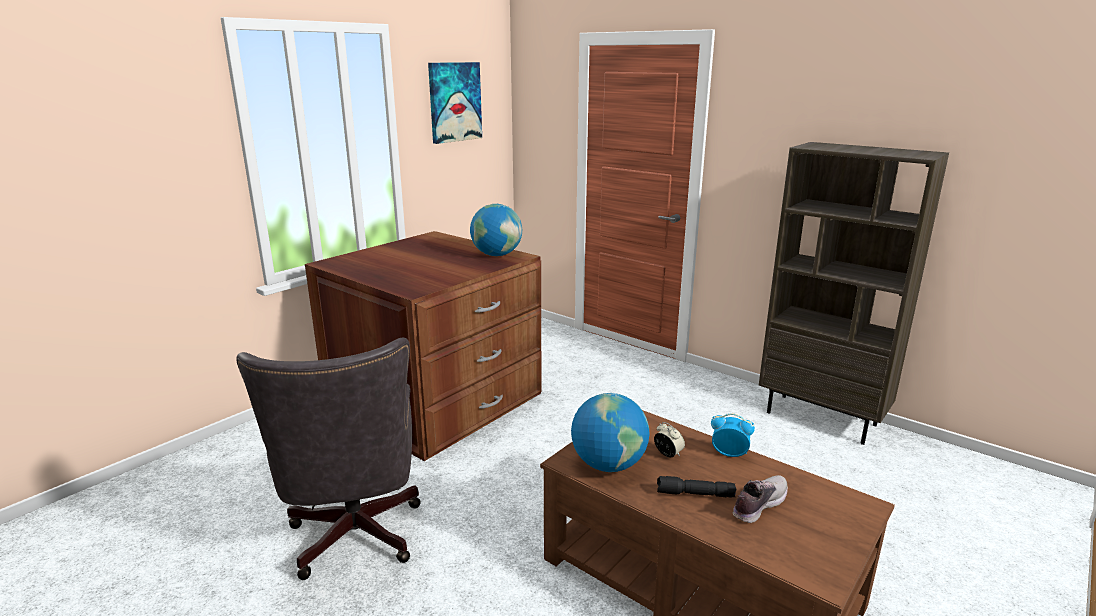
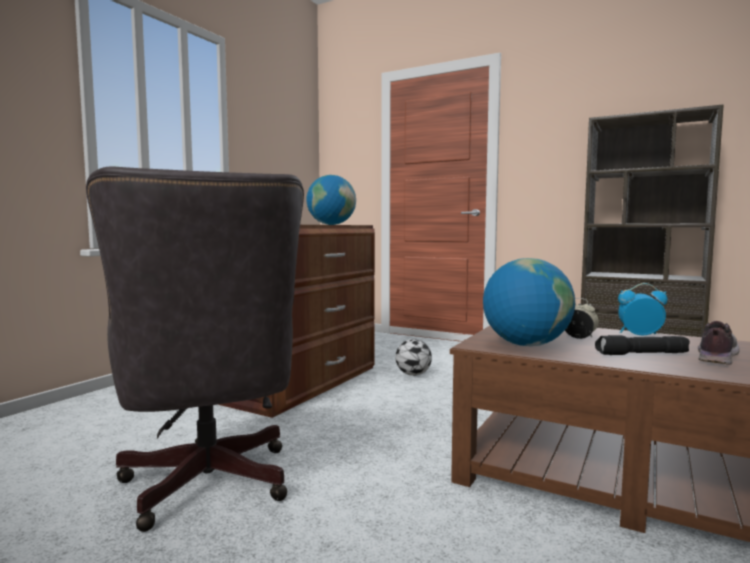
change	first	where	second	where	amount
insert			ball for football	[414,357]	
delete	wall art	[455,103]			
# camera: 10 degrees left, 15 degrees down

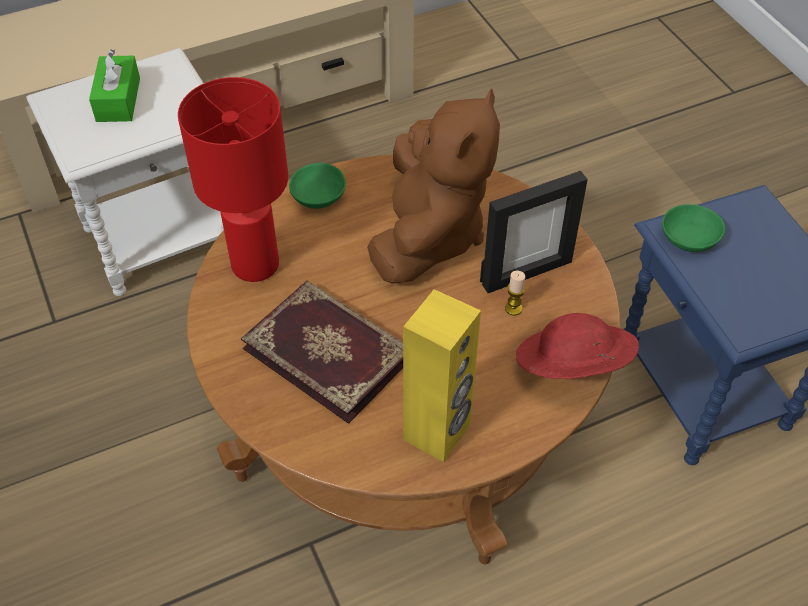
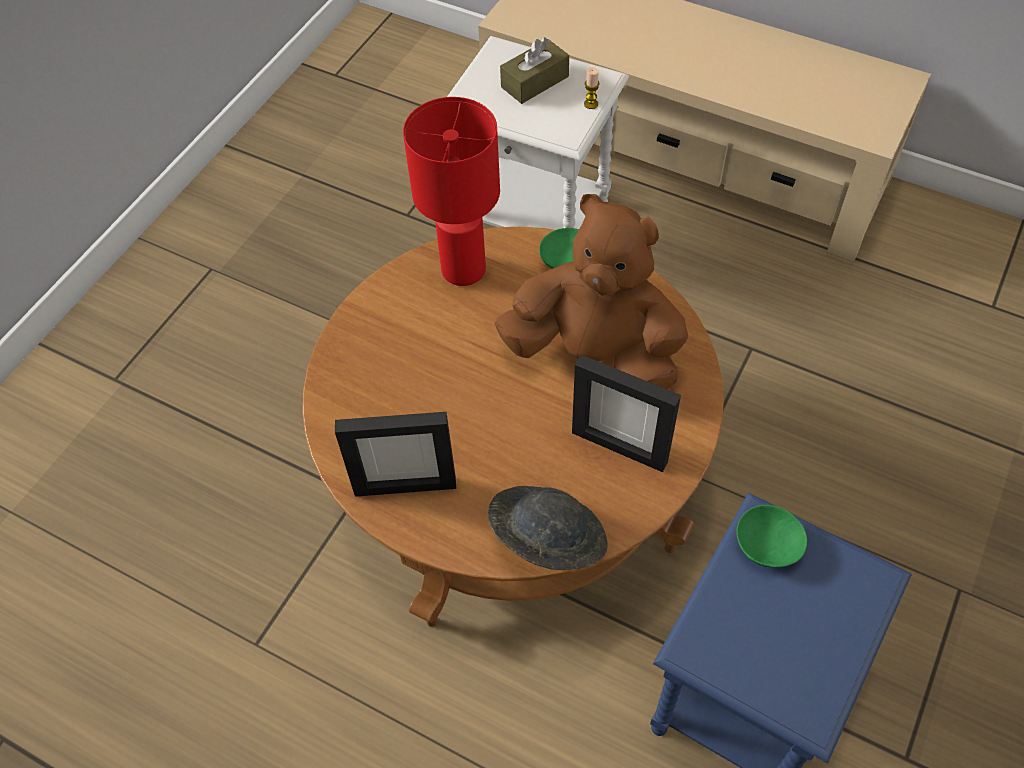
change	first	where	second	where	amount
replace	yellowish speaker	[442,375]	picture frame	[395,454]	
recolor	reddish wearable hat	[577,346]	greyish wearable hat	[548,528]	
rotate	brown-coloured cuddly toy	[433,186]		[591,292]	135 degrees counterclockwise
recolor	greenish box of tissues	[114,85]	brown-coloured box of tissues	[534,70]	
move	wax candle	[515,293]		[592,88]	
delete	bound book	[322,352]			
# camera: 55 degrees right, 5 degrees up

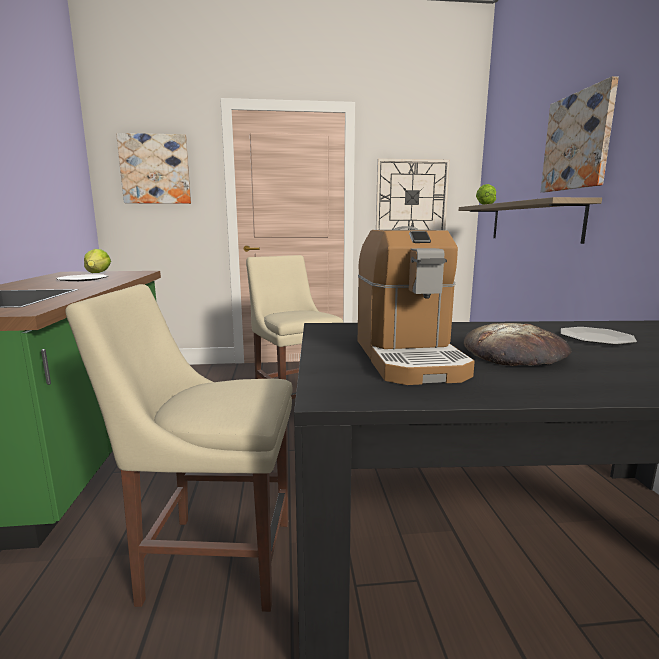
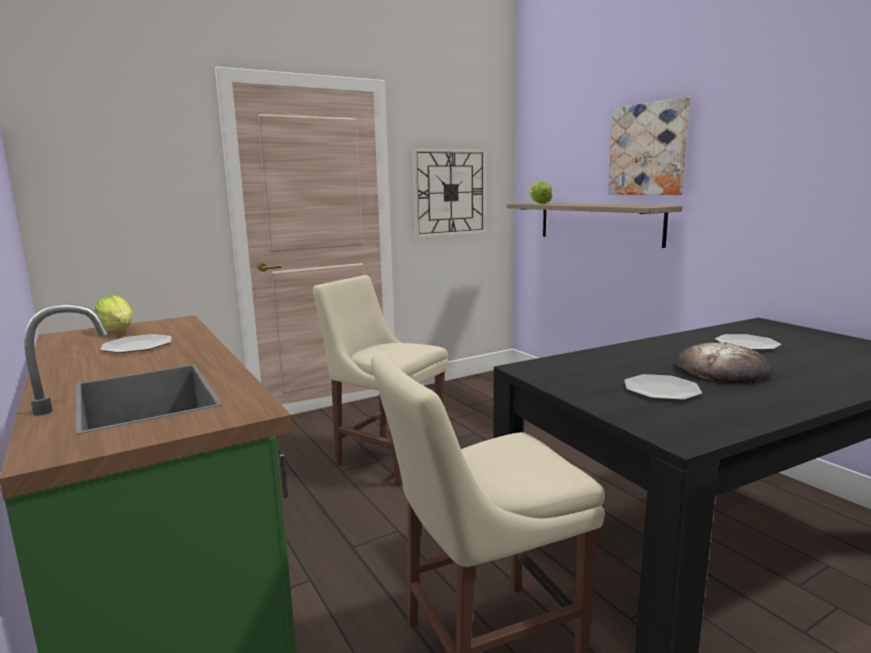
change	first	where	second	where	amount
replace	coffee brewer	[416,305]	dinner plate	[663,387]	
delete	wall art	[153,168]			
# camera: 25 degrees left, 0 degrees up

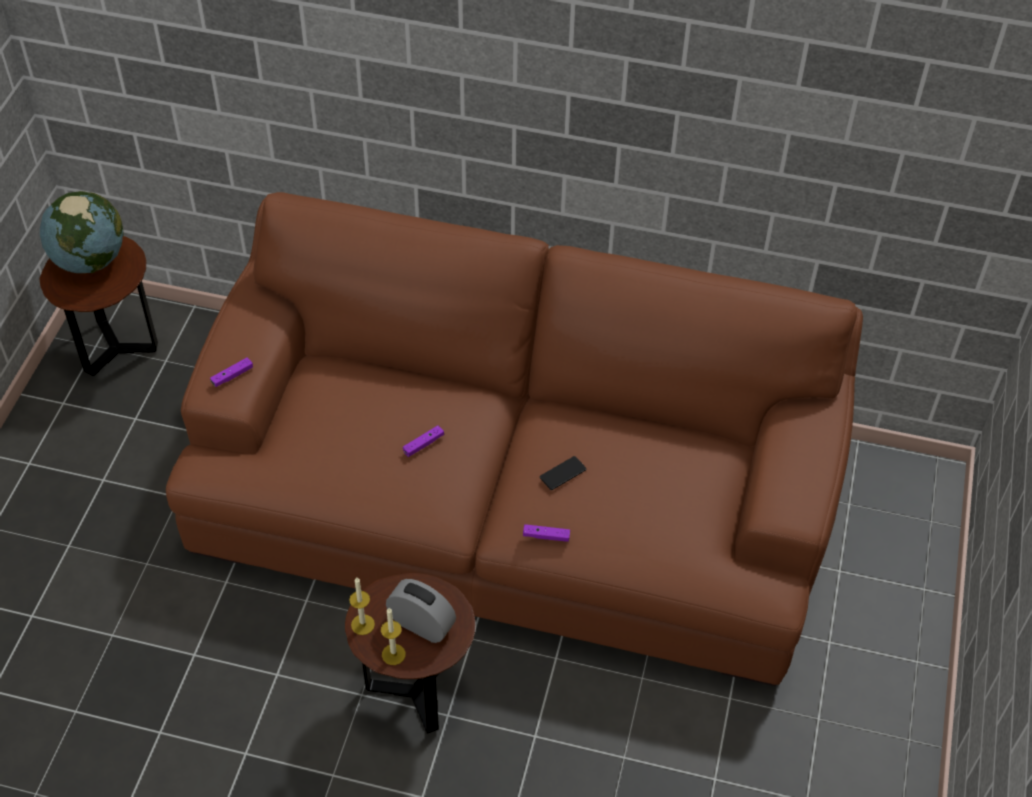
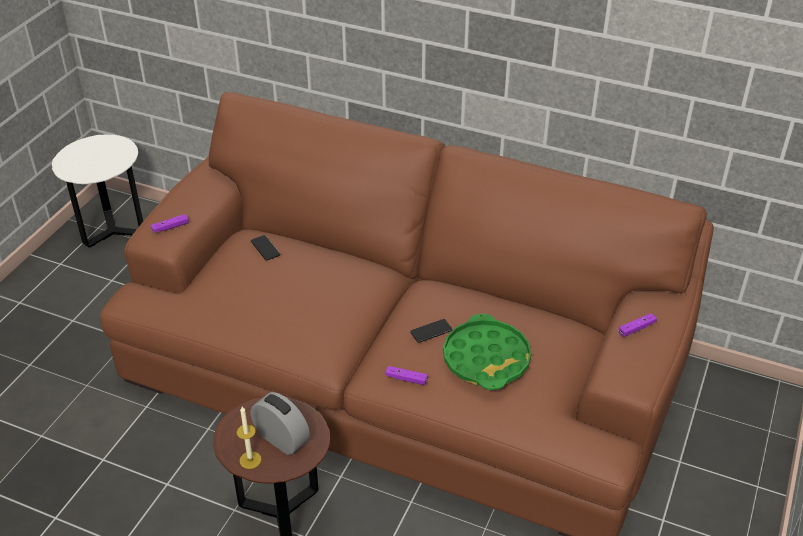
change	first	where	second	where	amount
recolor	brown-coloured side table	[98,306]	white side table	[97,191]	
insert			phone	[266,248]	
insert			greenish serving tray	[487,352]	
move	purplish joypad	[423,441]		[638,325]	
delete	world globe	[81,232]			
delete	wax candle	[362,606]			
# camera: 10 degrees right, 10 degrees down

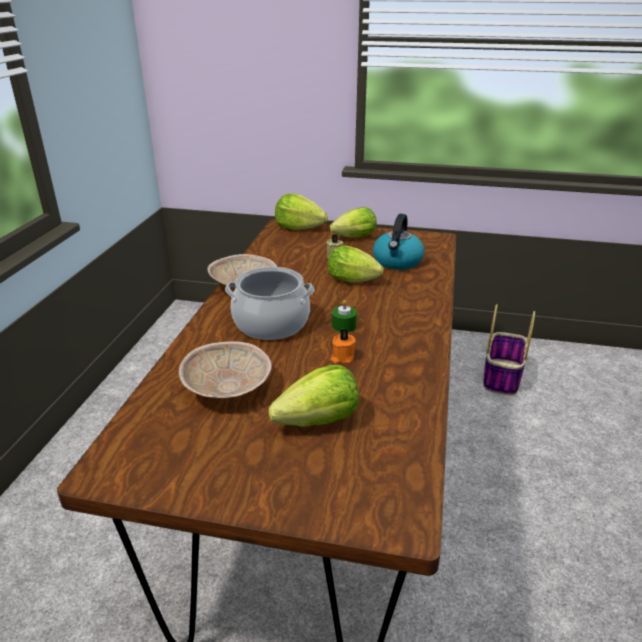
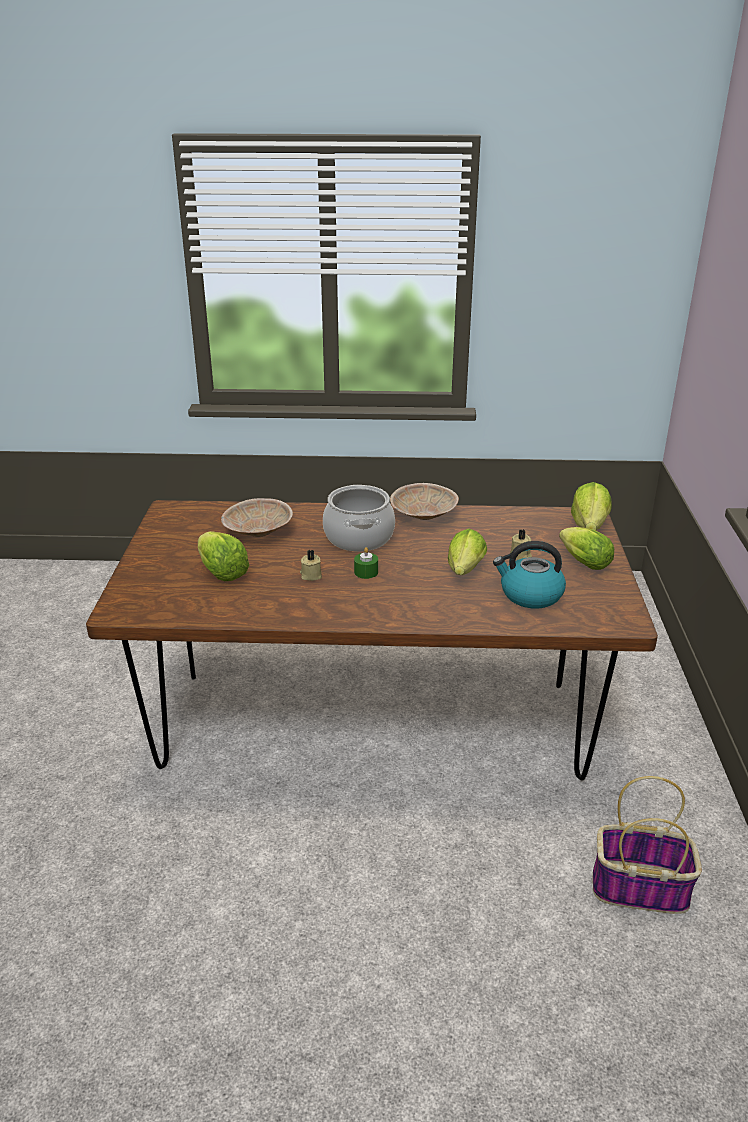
change	first	where	second	where	amount
recolor	orange wax candle	[343,346]	beige-coloured wax candle	[311,565]	
# camera: 80 degrees right, 0 degrees up

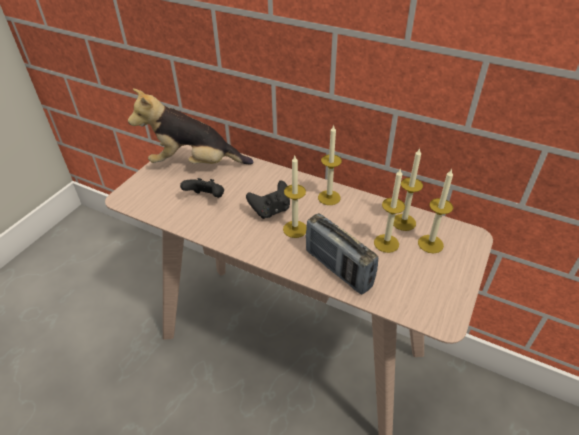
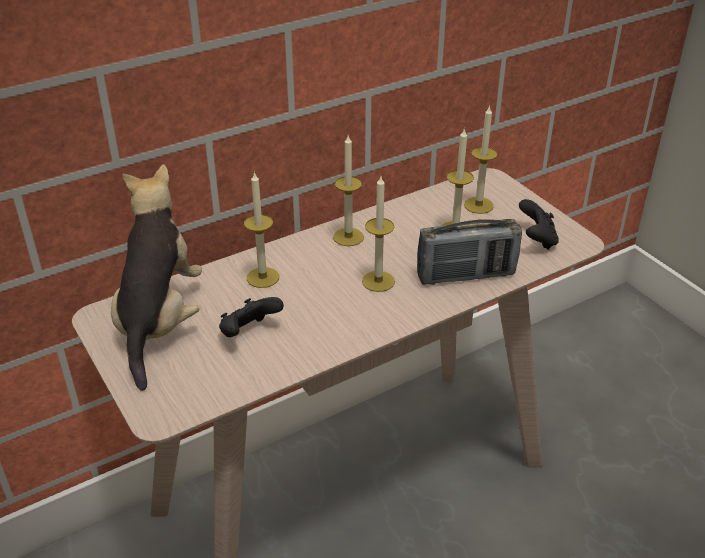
change	first	where	second	where	amount
rotate	cuddly toy	[190,126]		[156,277]	150 degrees clockwise
move	wax candle	[408,189]		[261,229]	
move	black-coloured joypad	[268,200]		[539,224]	
# camera: 60 degrees left, 5 degrees down

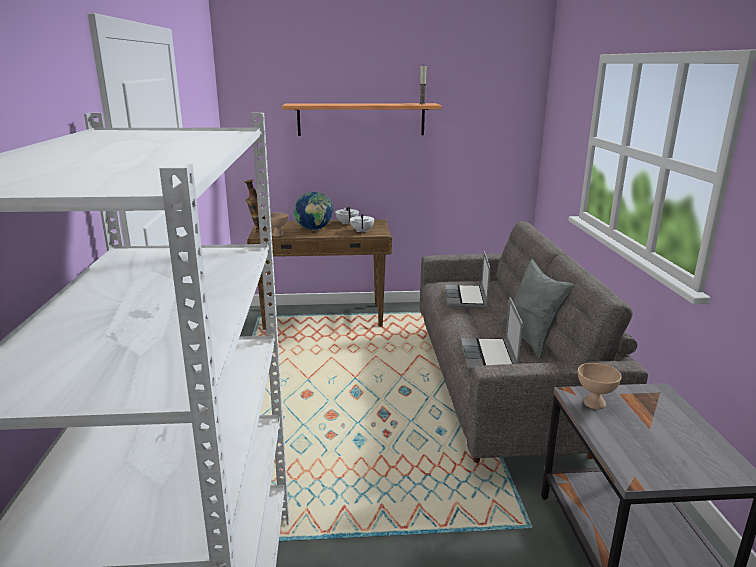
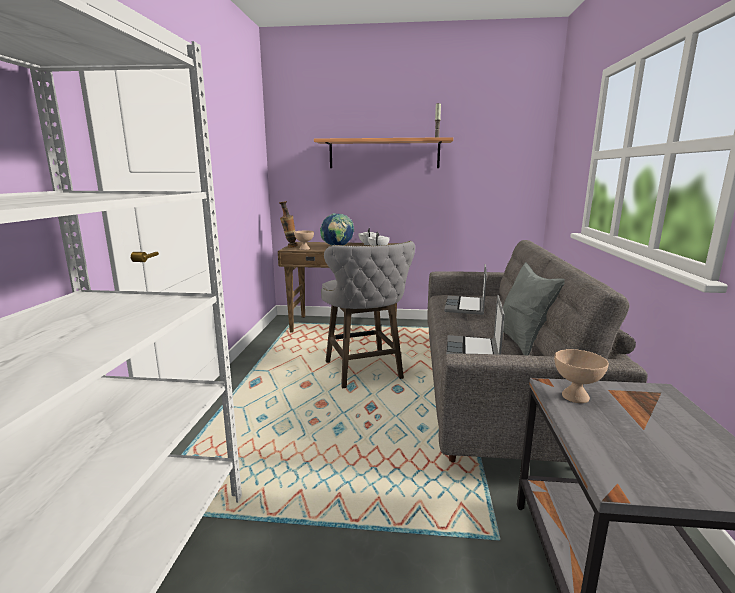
change	first	where	second	where	amount
insert			greyish stool	[368,314]	
# camera: 10 degrees right, 5 degrees down

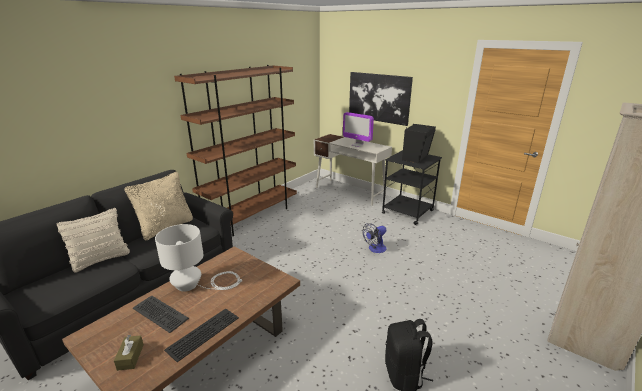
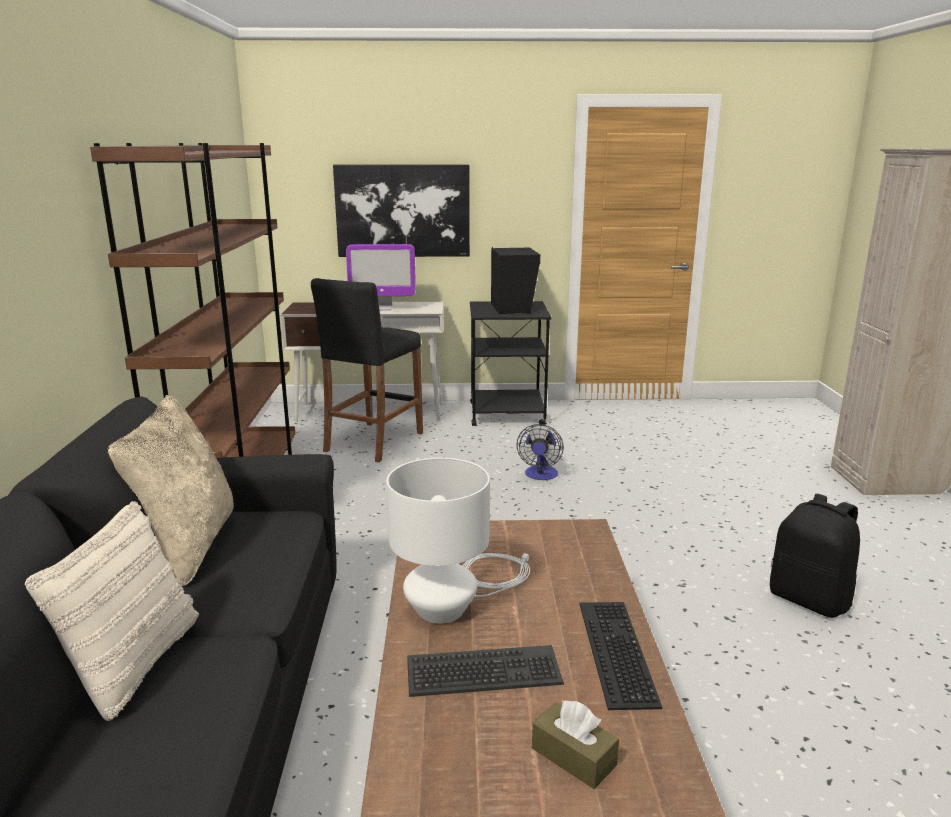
change	first	where	second	where	amount
insert			black-coloured stool	[367,370]	
# camera: 40 degrees left, 5 degrees down

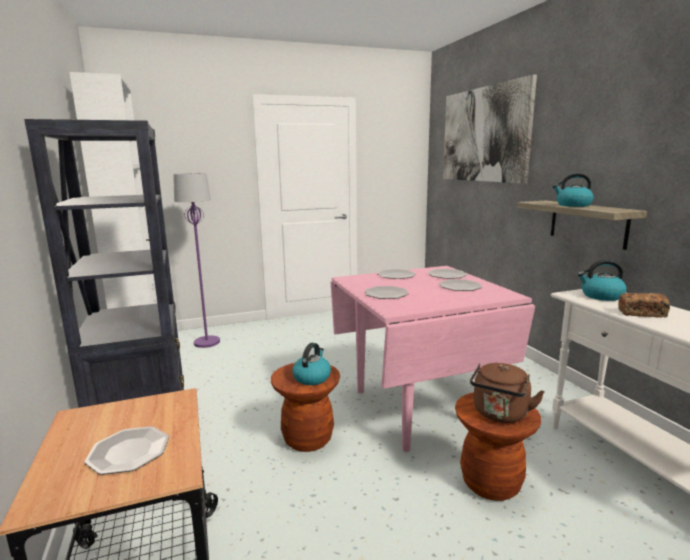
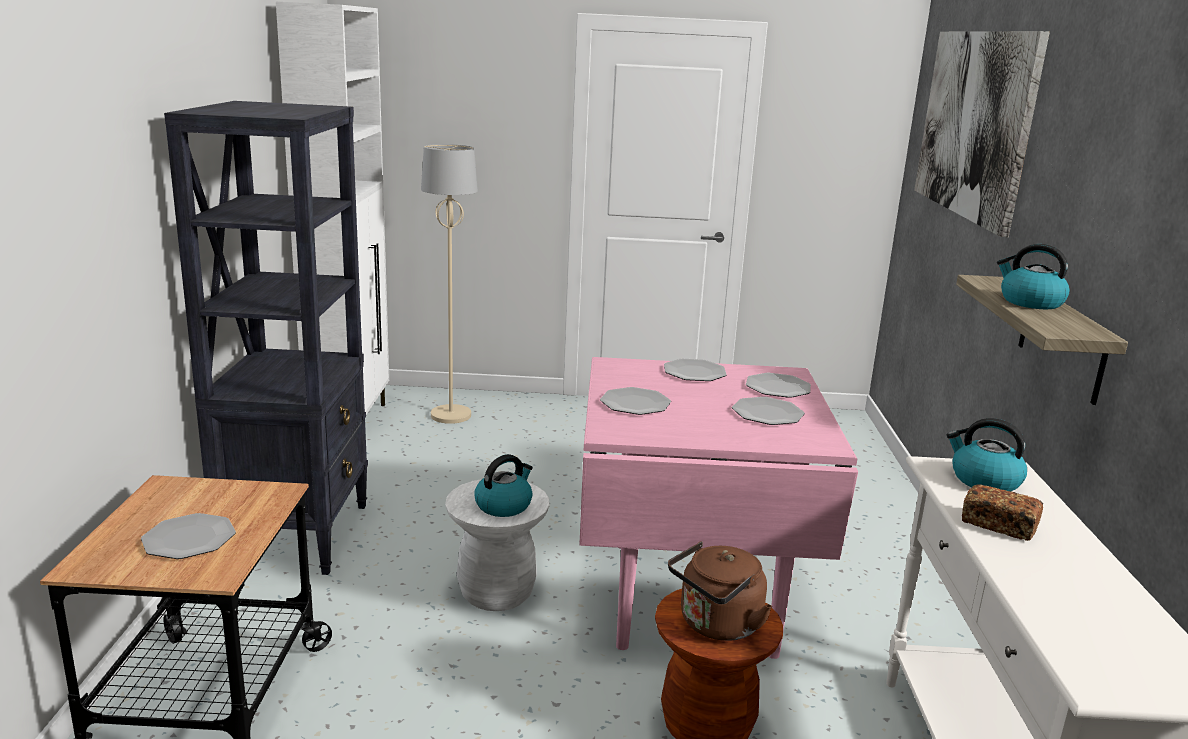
change	first	where	second	where	amount
recolor	purplish standard lamp	[196,260]	beige-coloured standard lamp	[449,284]	
recolor	brown-coloured stool	[305,407]	white stool	[497,545]	
# camera: 20 degrees right, 5 degrees up

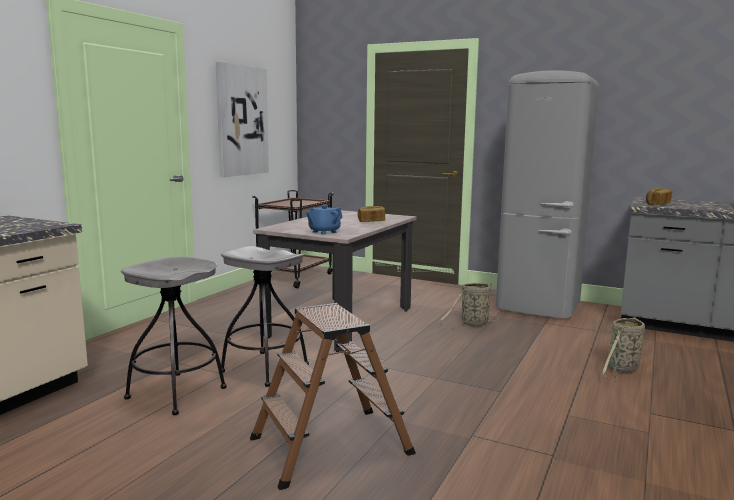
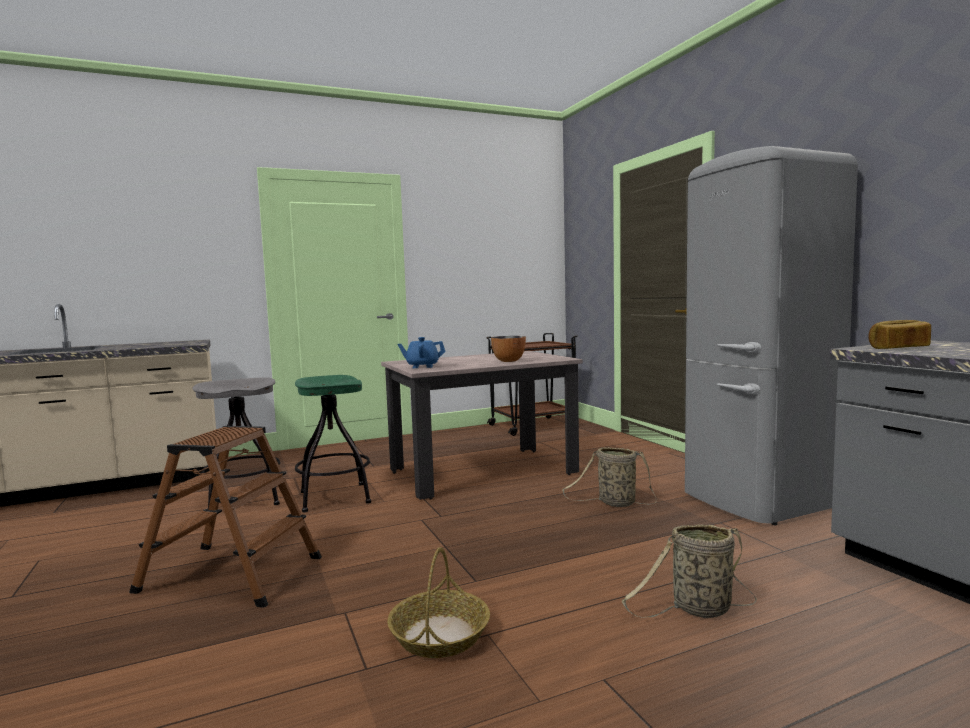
change	first	where	second	where	amount
recolor	greyish stool	[265,316]	greenish stool	[333,443]	
insert			household basket	[438,602]	
replace	baked bread	[371,214]	bowl	[508,349]	
delete	wall art	[242,119]			
# camera: 40 degrees right, 5 degrees down

